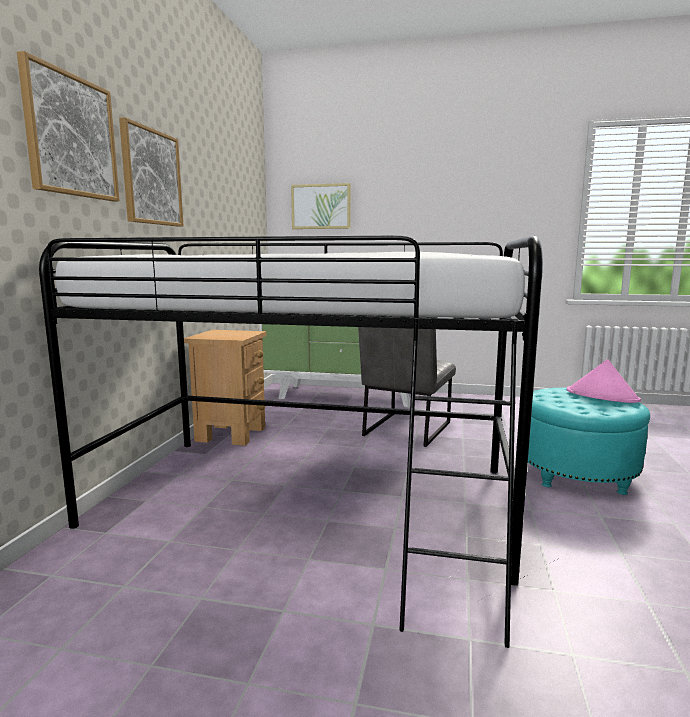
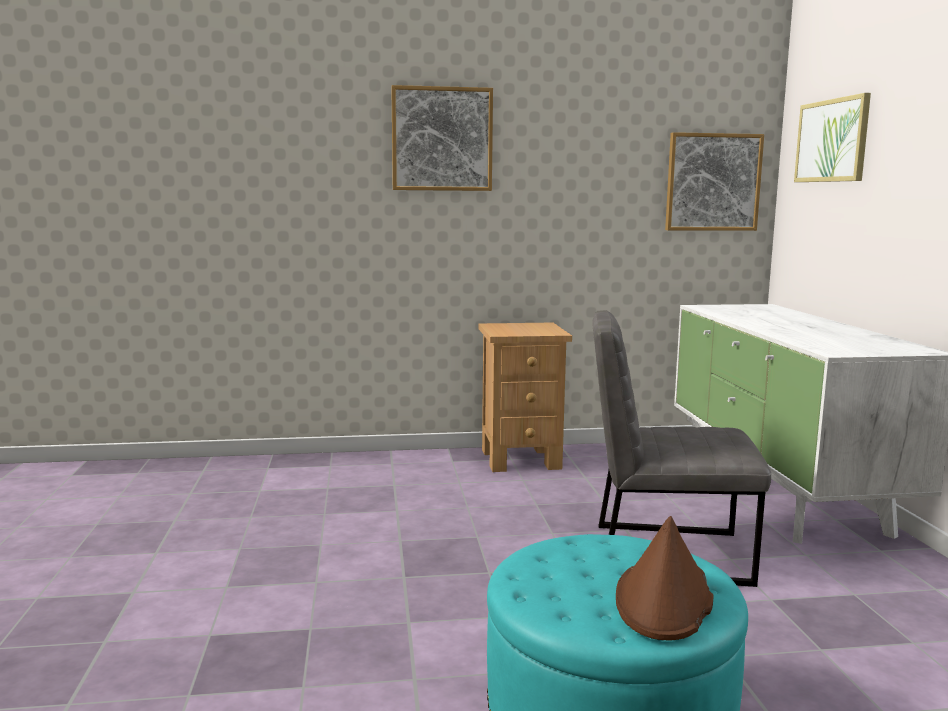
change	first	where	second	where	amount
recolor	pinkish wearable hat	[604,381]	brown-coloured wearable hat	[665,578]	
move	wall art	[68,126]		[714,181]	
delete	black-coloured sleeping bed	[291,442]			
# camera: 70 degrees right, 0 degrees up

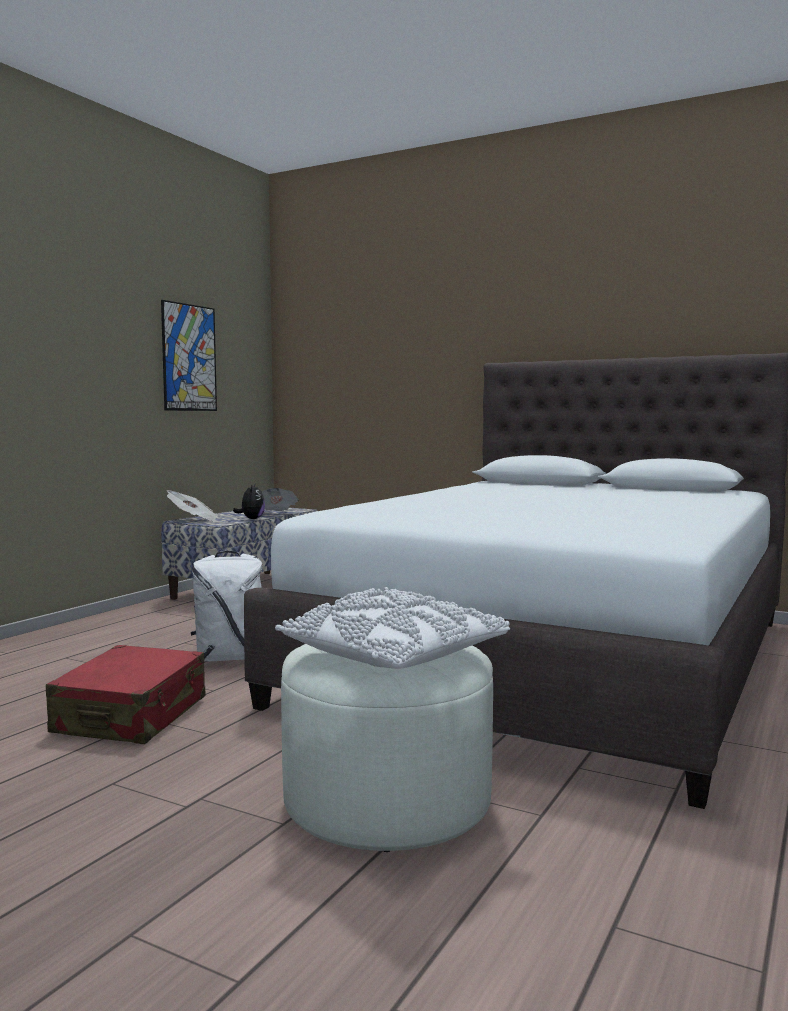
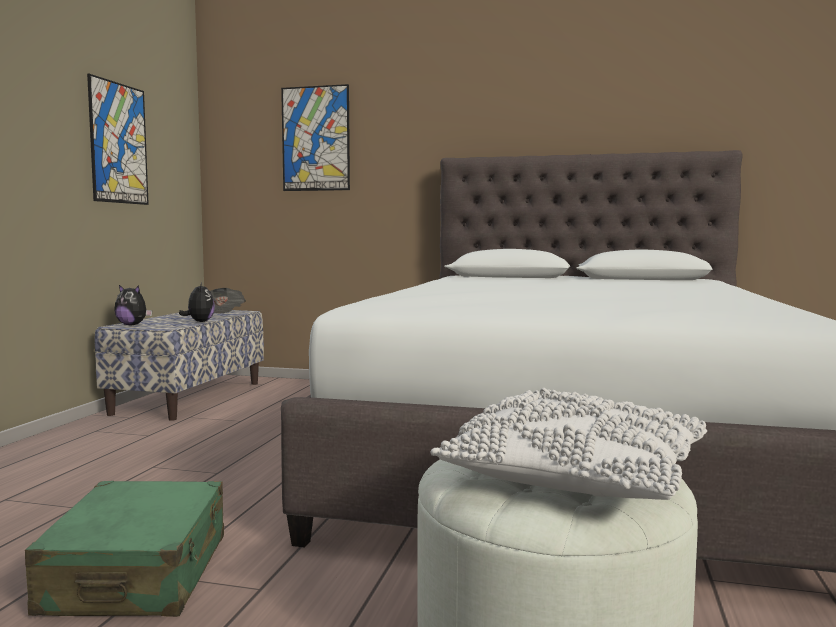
change	first	where	second	where	amount
recolor	reddish travel case	[125,694]	greenish travel case	[124,549]	
replace	newspaper	[192,506]	cuddly toy	[133,305]	
insert			wall art	[315,137]	
delete	white backpack	[226,606]			
# camera: 15 degrees left, 0 degrees up

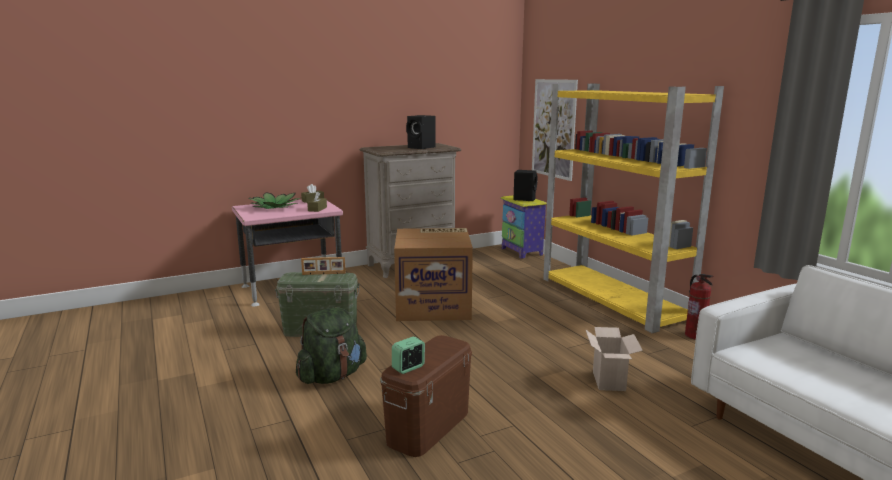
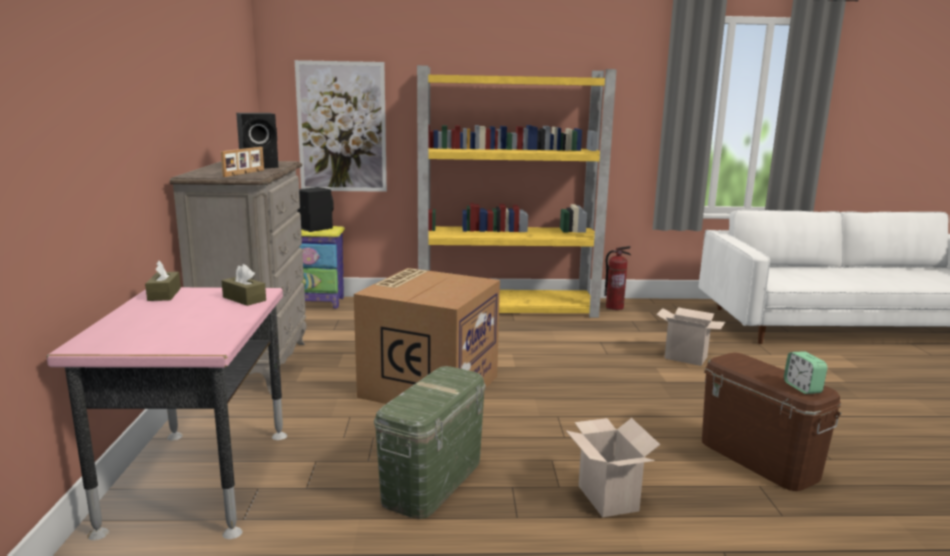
change	first	where	second	where	amount
move	picture frame	[323,266]		[242,162]	
replace	greenish backpack	[331,345]	carton	[613,468]	
delete	plant in a pot	[274,200]			
# camera: 65 degrees left, 0 degrees up

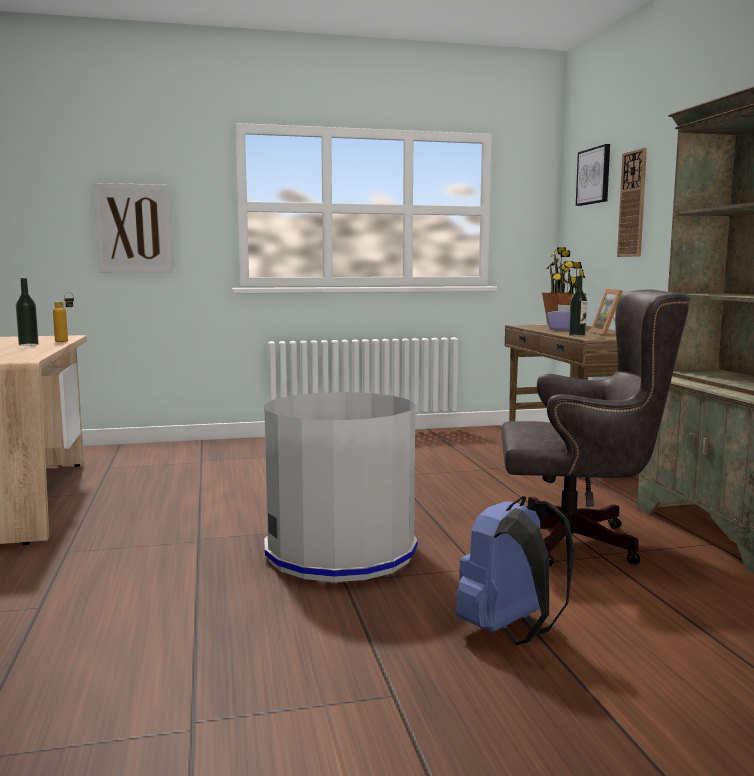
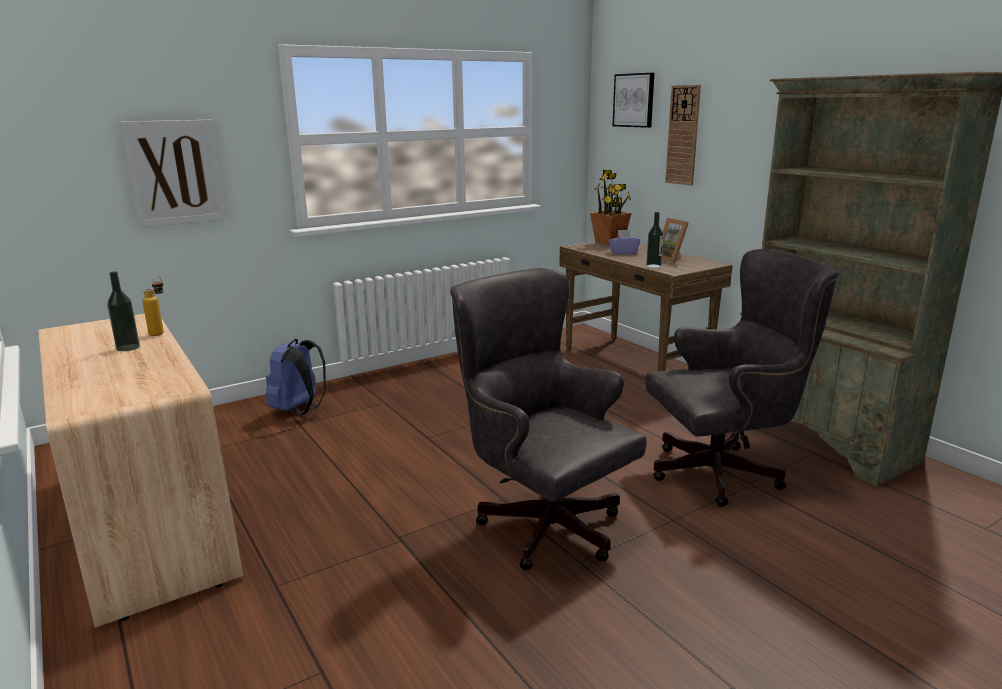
change	first	where	second	where	amount
move	blue backpack	[514,570]		[296,377]	
replace	greyish trash can	[341,487]	greyish desk chair	[548,419]	
# camera: 20 degrees left, 10 degrees up

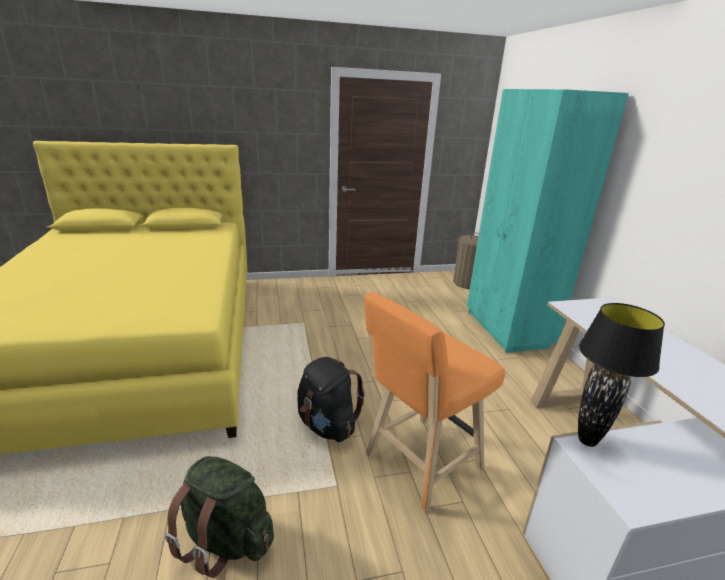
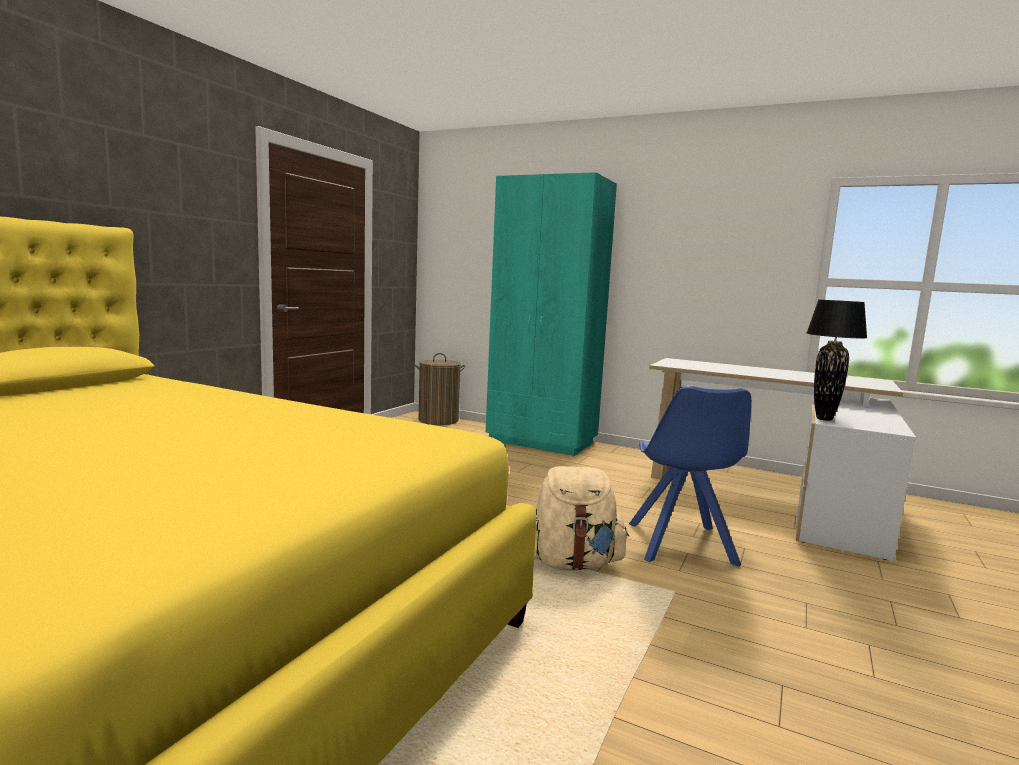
change	first	where	second	where	amount
recolor	black-coloured backpack	[331,399]	beige-coloured backpack	[582,518]	
replace	orange stool	[434,402]	blue upright chair	[690,476]	
delete	greenish backpack	[219,517]			
# camera: 50 degrees left, 15 degrees down

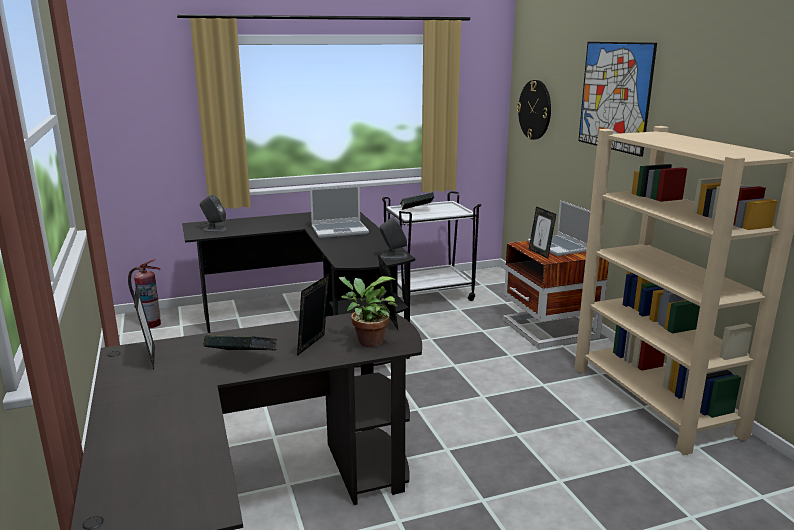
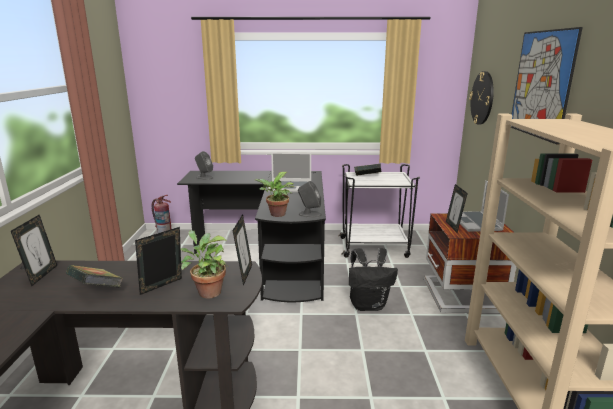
change	first	where	second	where	amount
insert			plant in a pot	[274,194]	
insert			black-coloured backpack	[373,279]	
# camera: 20 degrees right, 0 degrees up

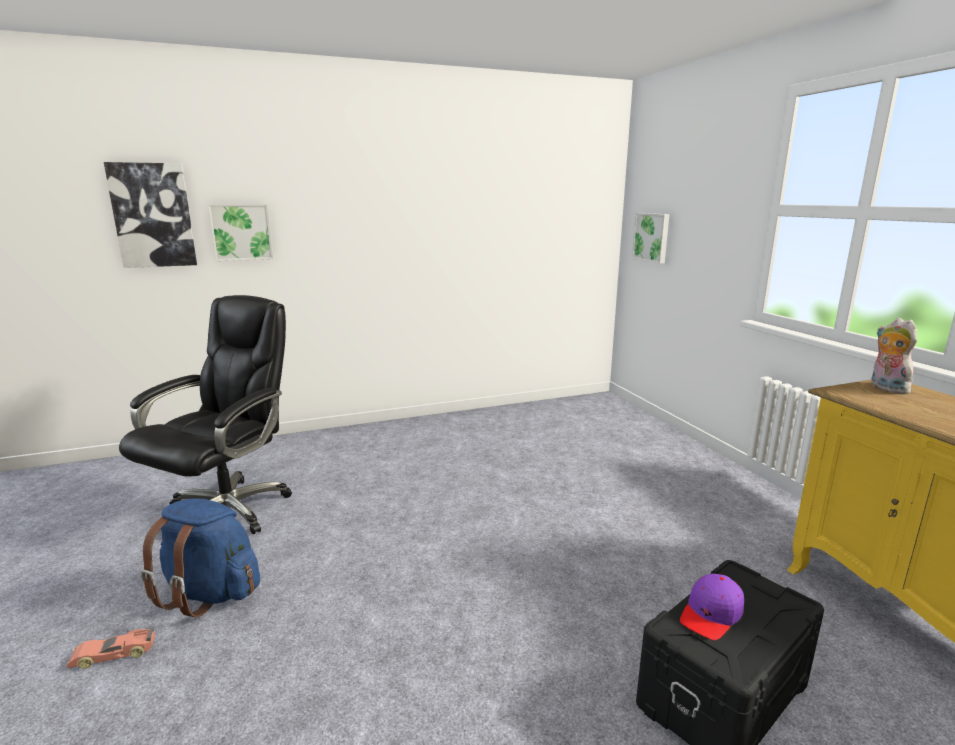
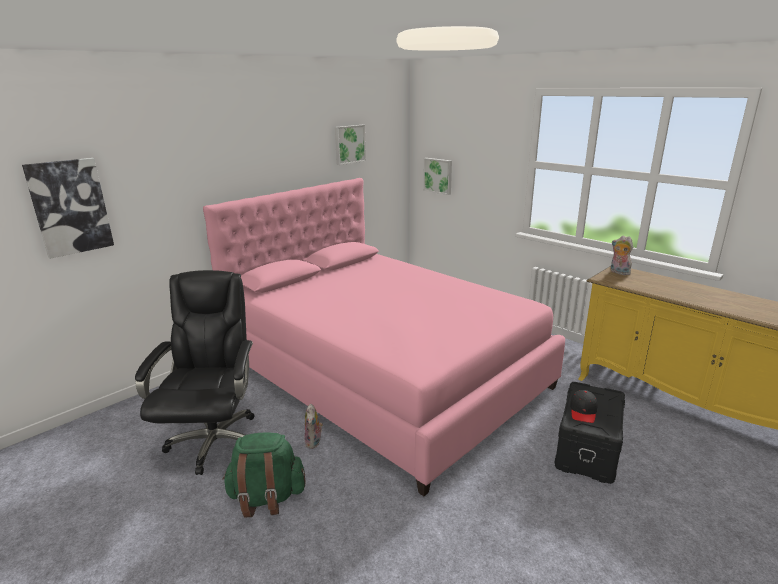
change	first	where	second	where	amount
insert			pinkish sleeping bed	[384,337]	
recolor	blue backpack	[200,557]	greenish backpack	[264,474]	
insert			cuddly toy	[313,426]	
move	wall art	[240,232]		[350,145]	
recolor	purplish baseball cap	[712,607]	black-coloured baseball cap	[584,406]	
delete	miniature car	[111,648]			
# camera: 25 degrees left, 5 degrees up

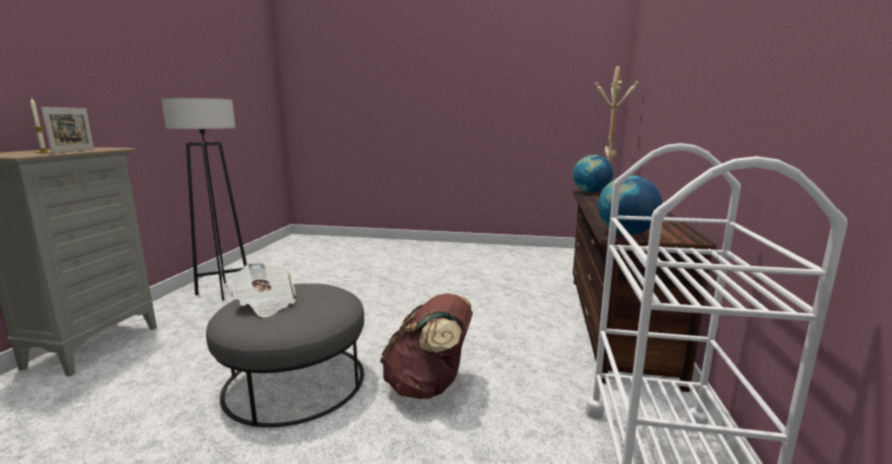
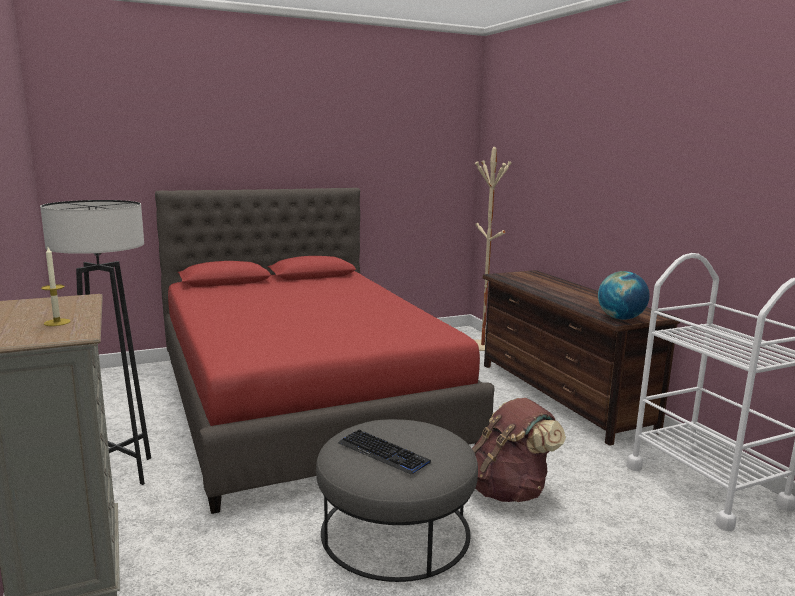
change	first	where	second	where	amount
insert			reddish sleeping bed	[325,351]	
replace	newspaper	[263,289]	keyboard	[384,452]	
delete	picture frame	[67,130]			
delete	world globe	[593,174]			
# camera: 35 degrees left, 0 degrees up

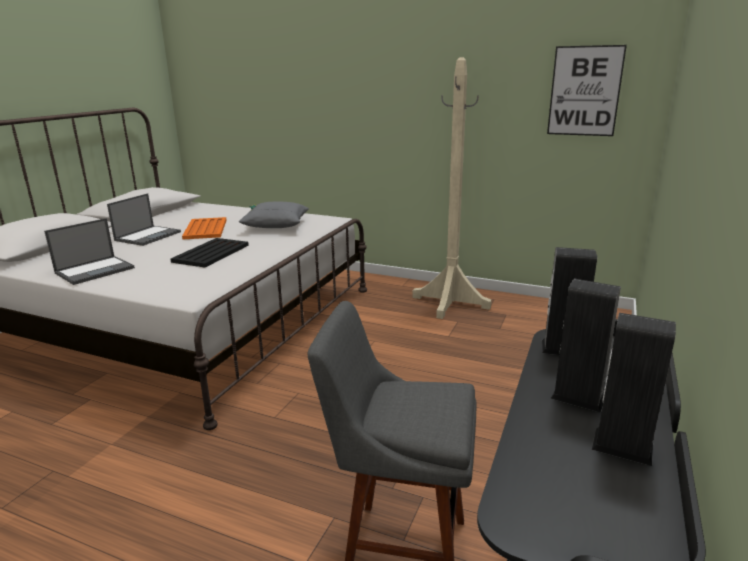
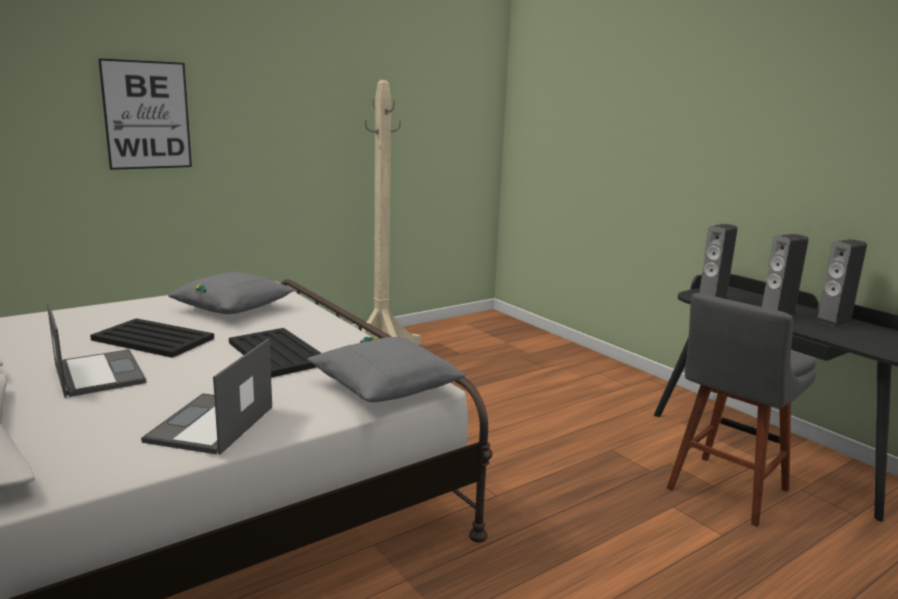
change	first	where	second	where	amount
recolor	orange serving tray	[204,228]	black-coloured serving tray	[152,338]	
move	wall art	[587,90]		[145,114]	
rotate	portable computer	[89,251]		[206,397]	150 degrees counterclockwise
insert			greyish cushion	[386,369]	
# camera: 60 degrees left, 5 degrees down

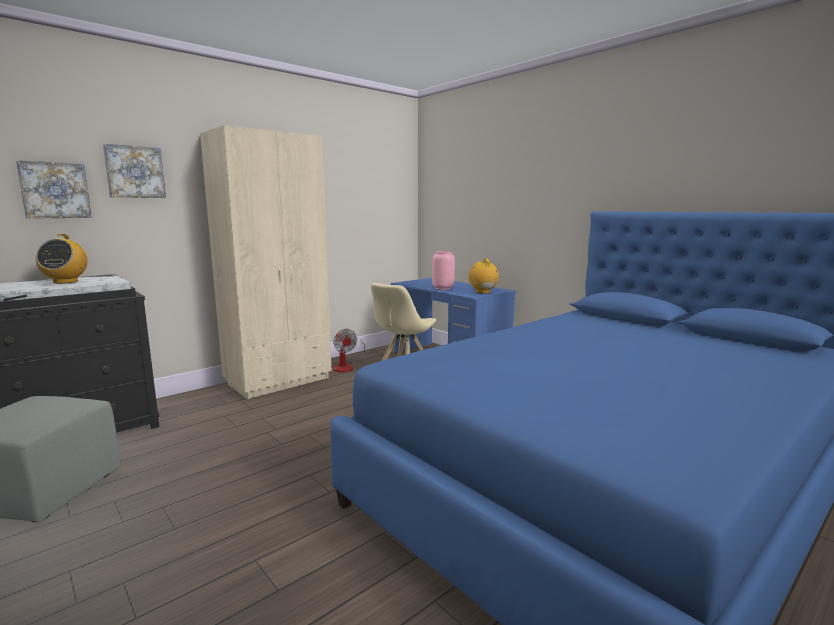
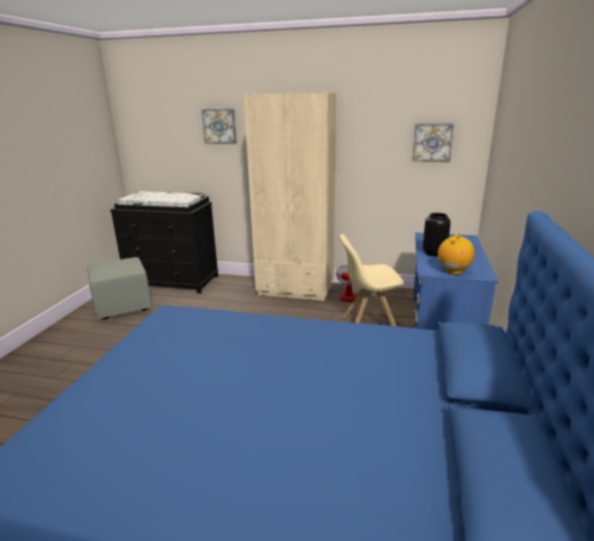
change	first	where	second	where	amount
move	wall art	[54,189]		[433,142]	
recolor	pinkish flower vase	[443,270]	black-coloured flower vase	[437,235]	
delete	radio set	[62,259]			
# camera: 55 degrees right, 10 degrees up

